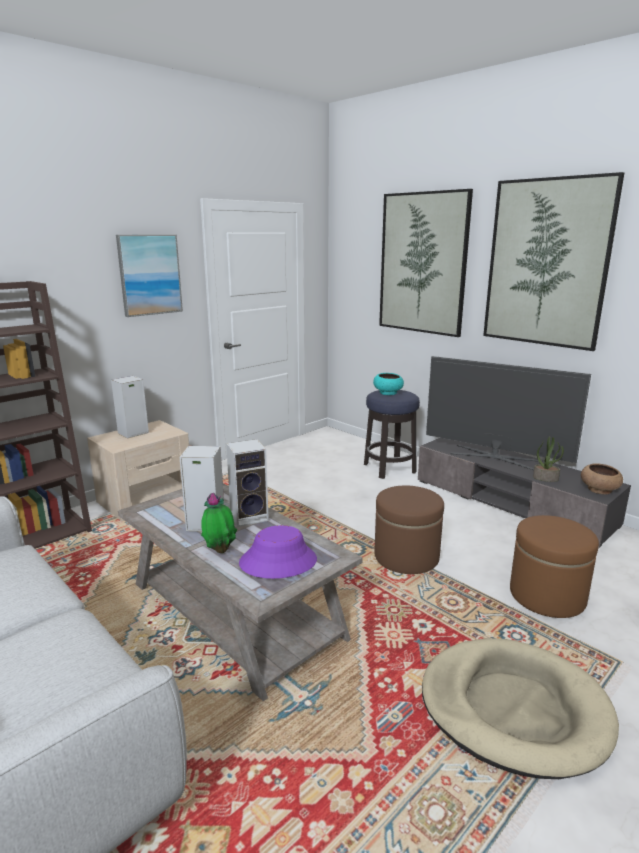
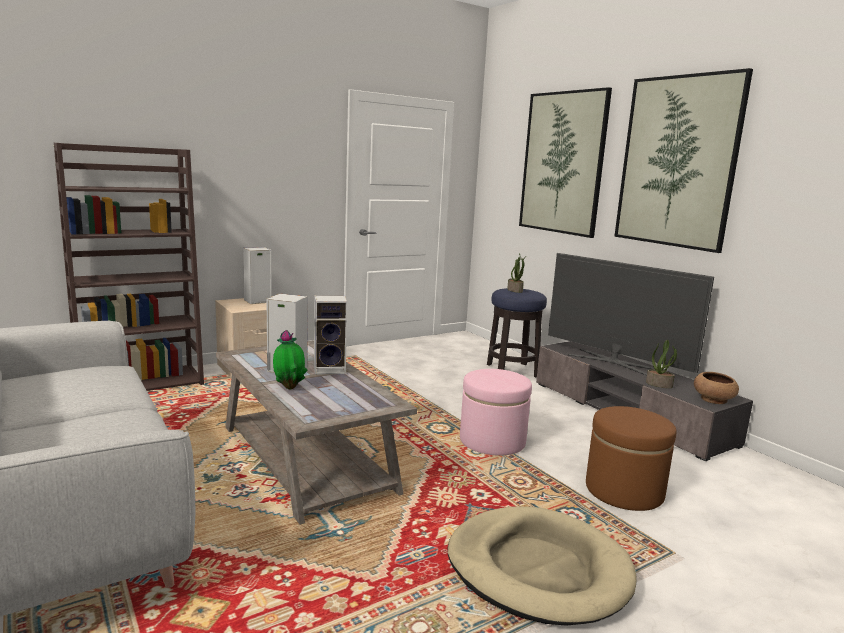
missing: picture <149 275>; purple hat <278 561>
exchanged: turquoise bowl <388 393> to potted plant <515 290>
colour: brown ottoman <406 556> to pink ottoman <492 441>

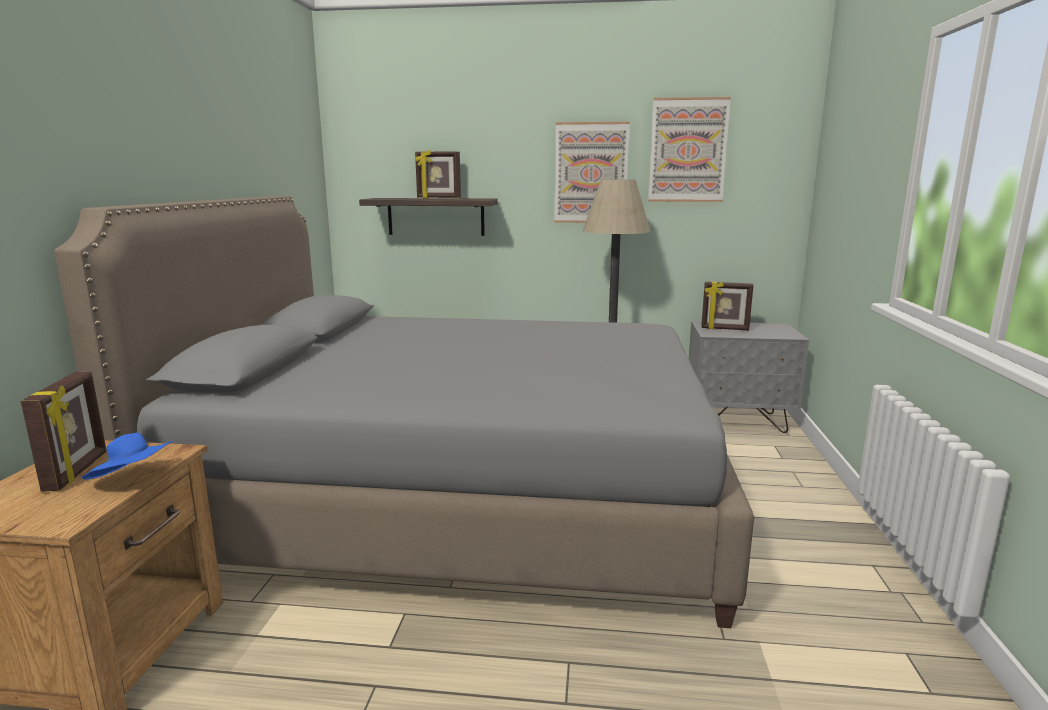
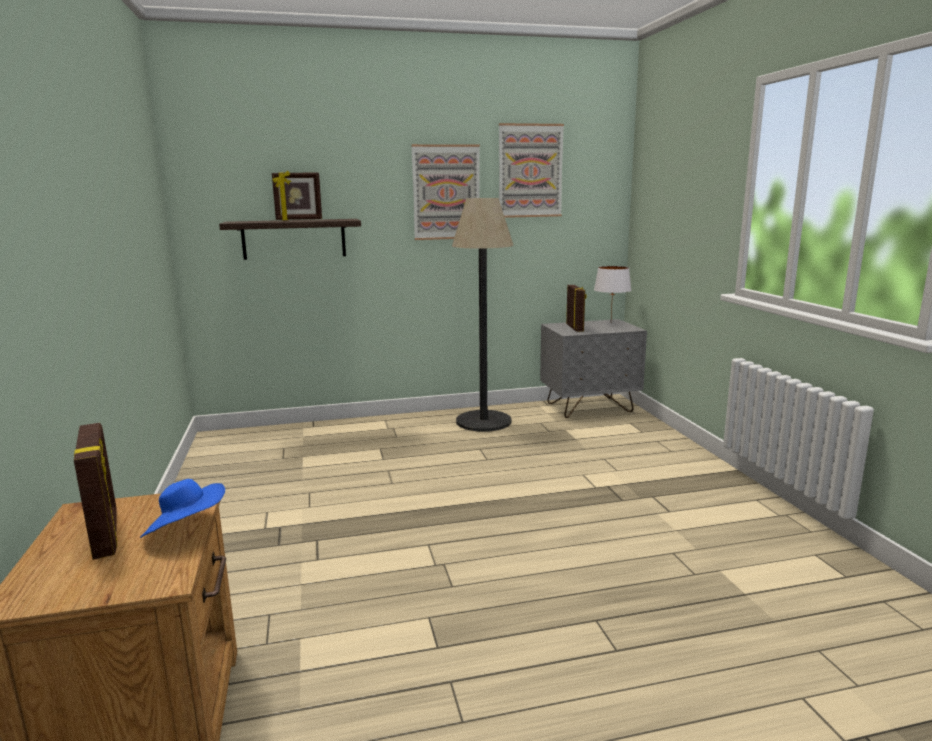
missing: grey bed <460 498>
appeared: white table lamp <610 322>
spun: picture frame <724 329> = <575 328> 90 degrees counterclockwise

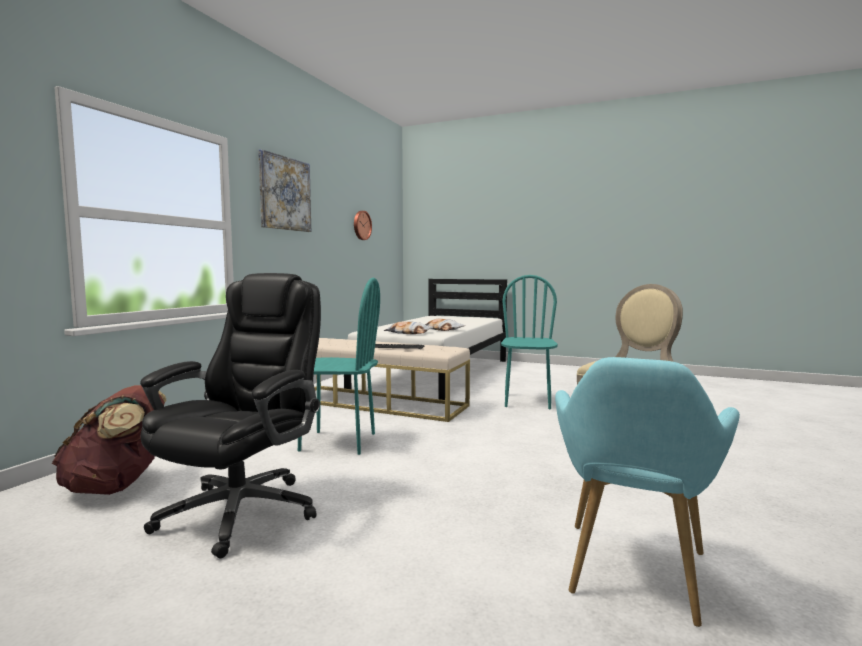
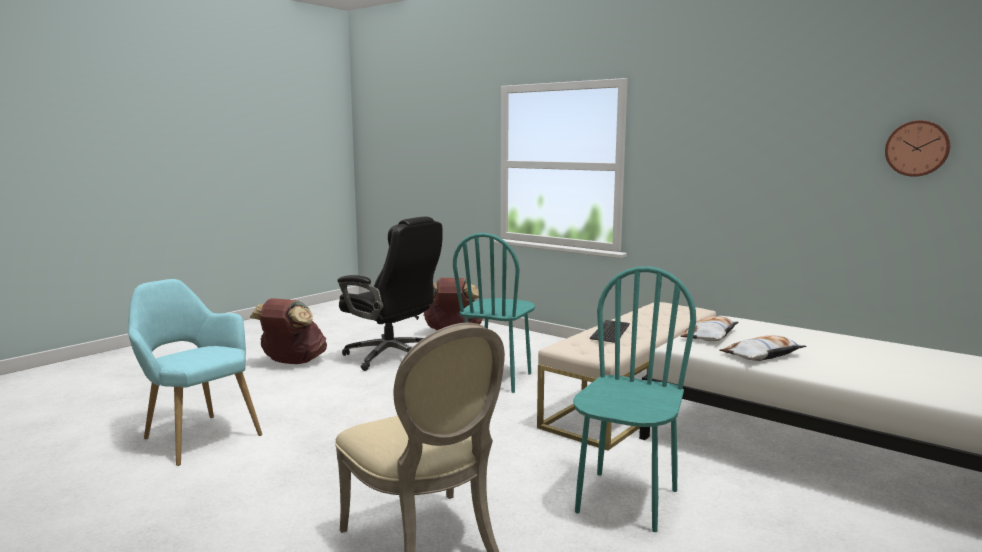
missing: picture <285 193>
appeared: brown backpack <292 362>
spun: turquoise chair <527 401> = <626 500> 90 degrees counterclockwise

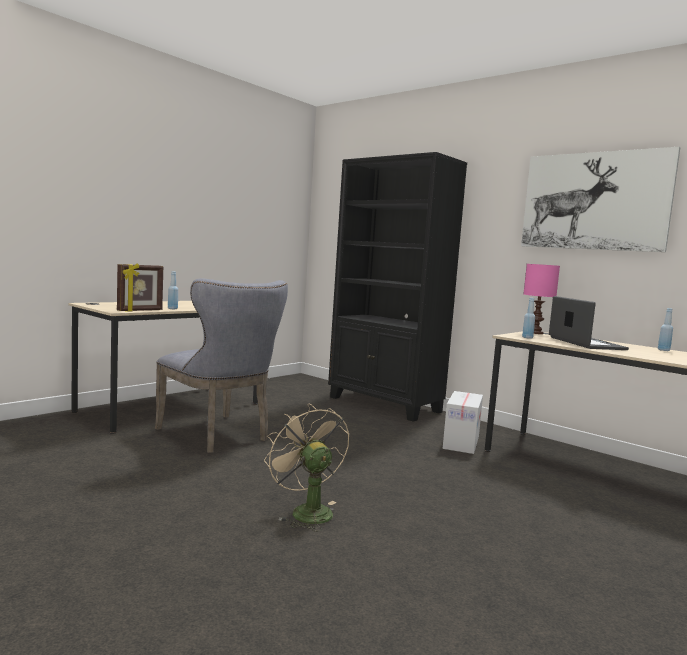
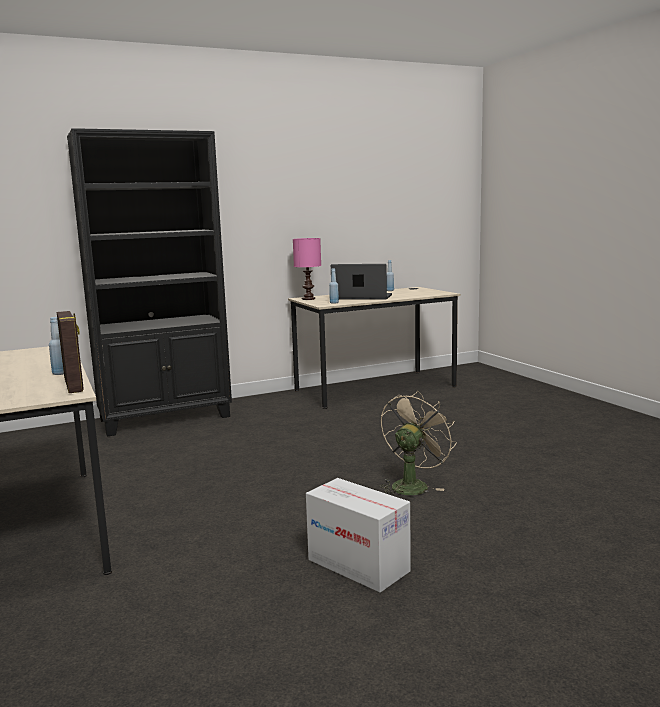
missing: grey chair <219 435>; picture <594 201>
relocated: cardboard box <461 442> to <358 565>
spun: beige fan <306 511> = <412 485> 135 degrees clockwise

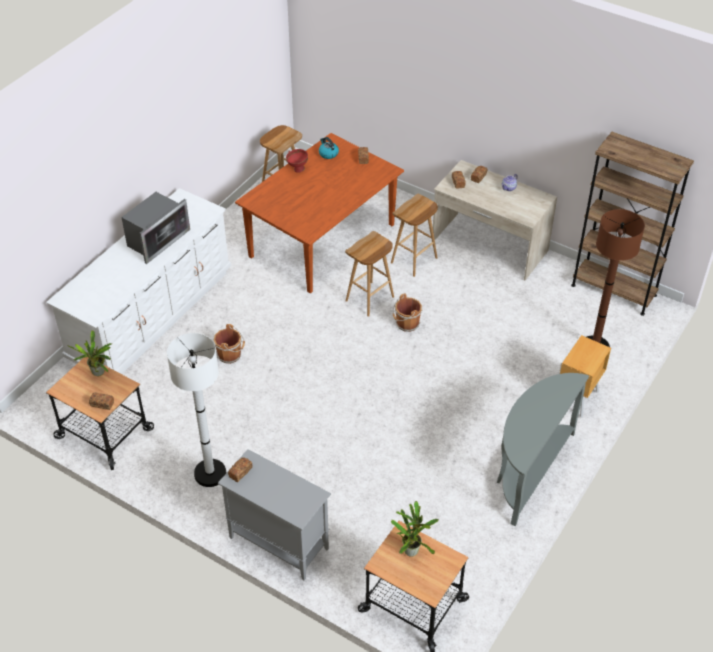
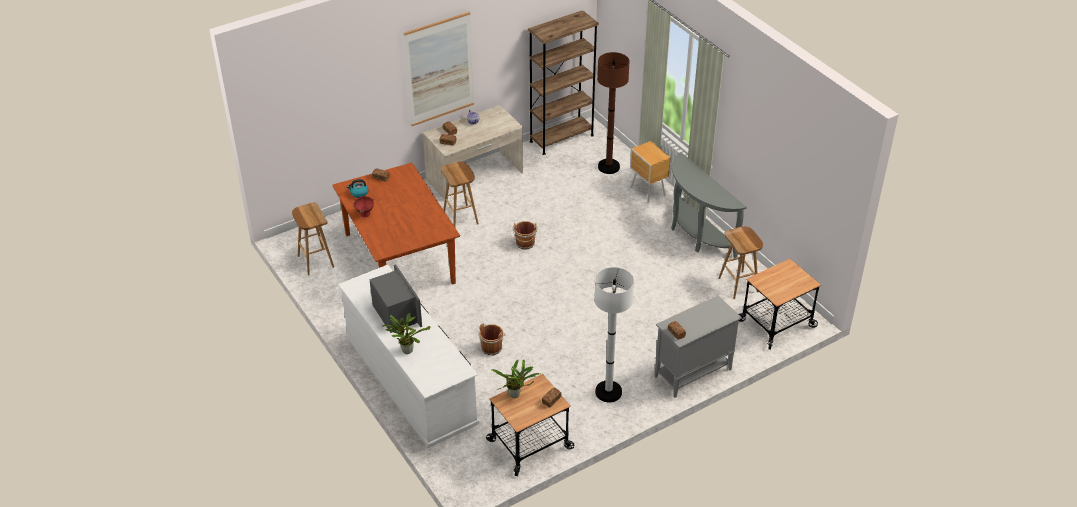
appeared: picture <439 69>
relocated: brown stool <369 299> to <738 285>; potted plant <412 549> to <406 350>

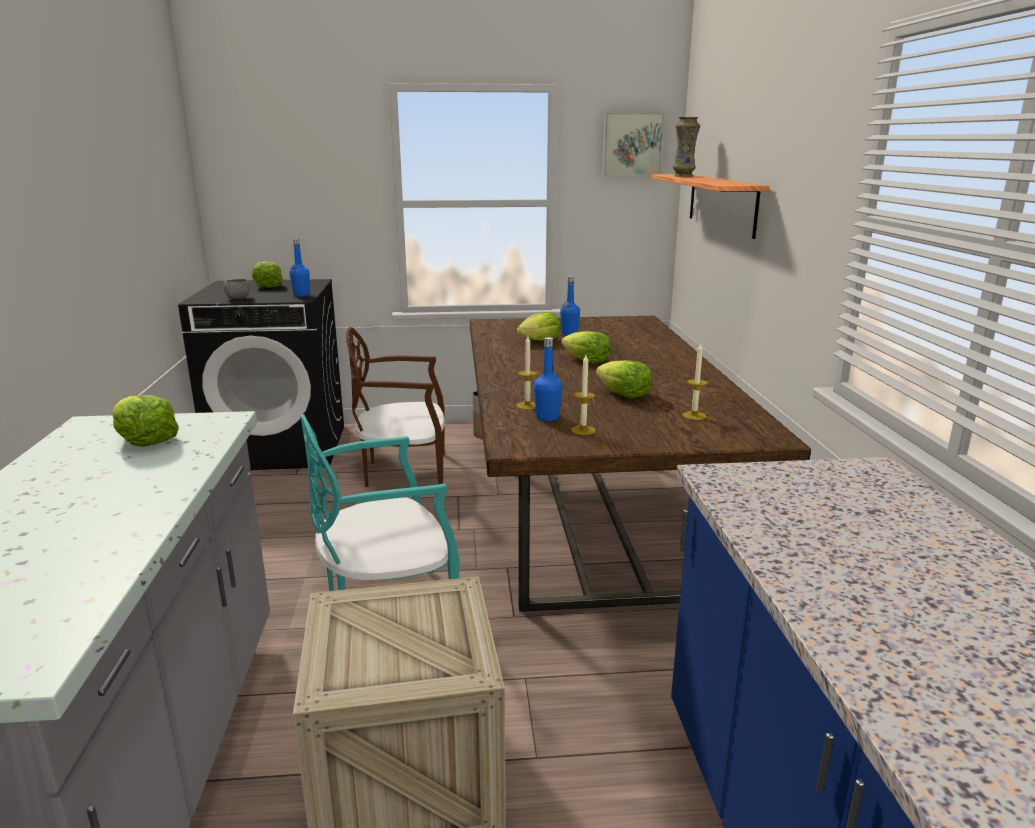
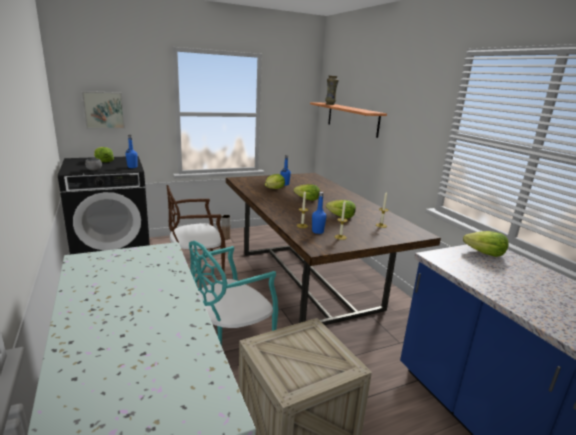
relocated: lettuce <145 440> to <485 253>; picture <632 144> to <104 110>

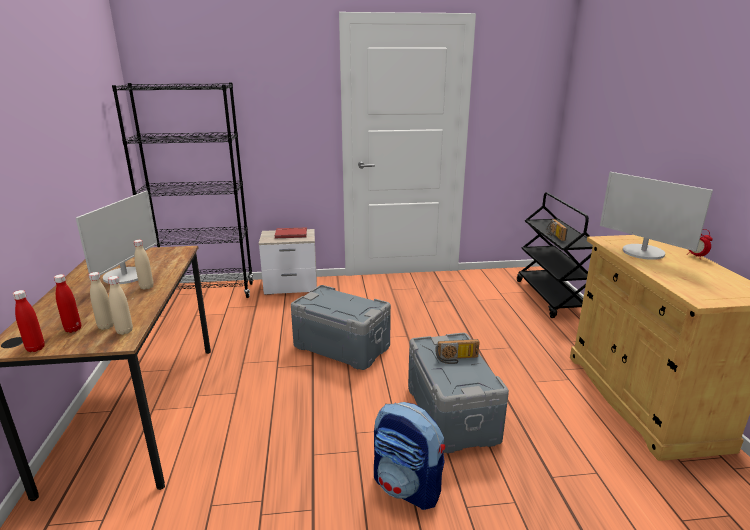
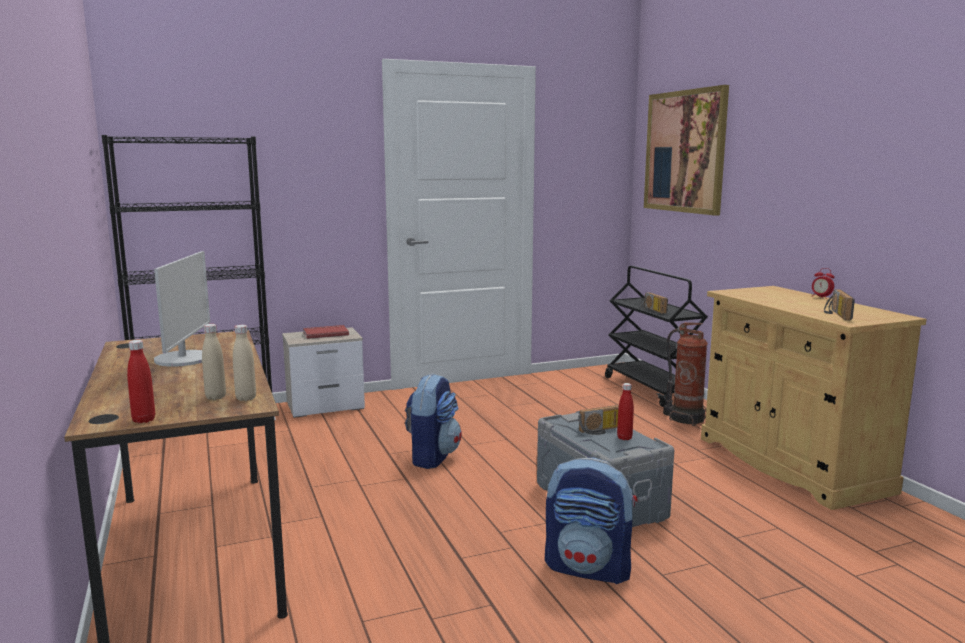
missing: beige bottle <147 287>; monitor <643 252>
appeared: picture <685 151>; fire extinguisher <685 418>; radio <835 314>
relocated: red bottle <73 329> to <624 438>
exchanged: grey storage box <342 346> to backpack <432 457>

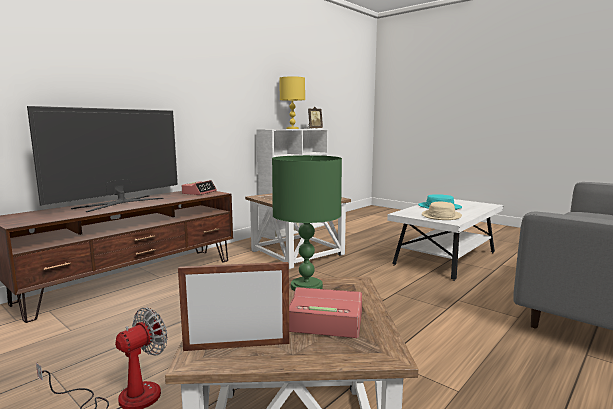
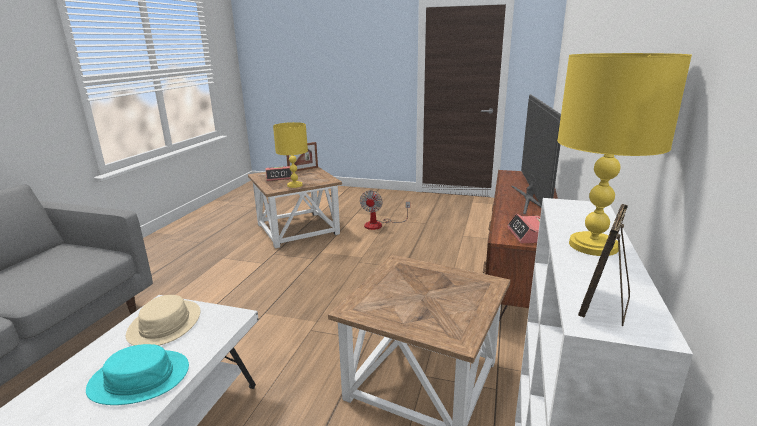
colour: green table lamp <307 286> to yellow table lamp <294 185>

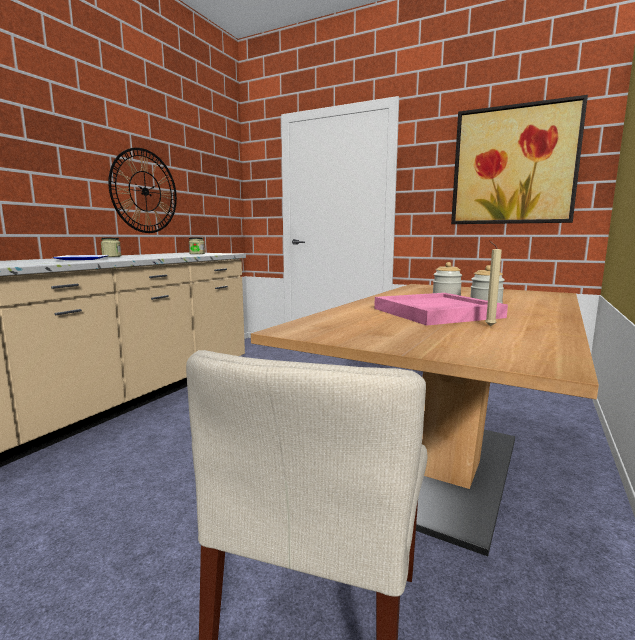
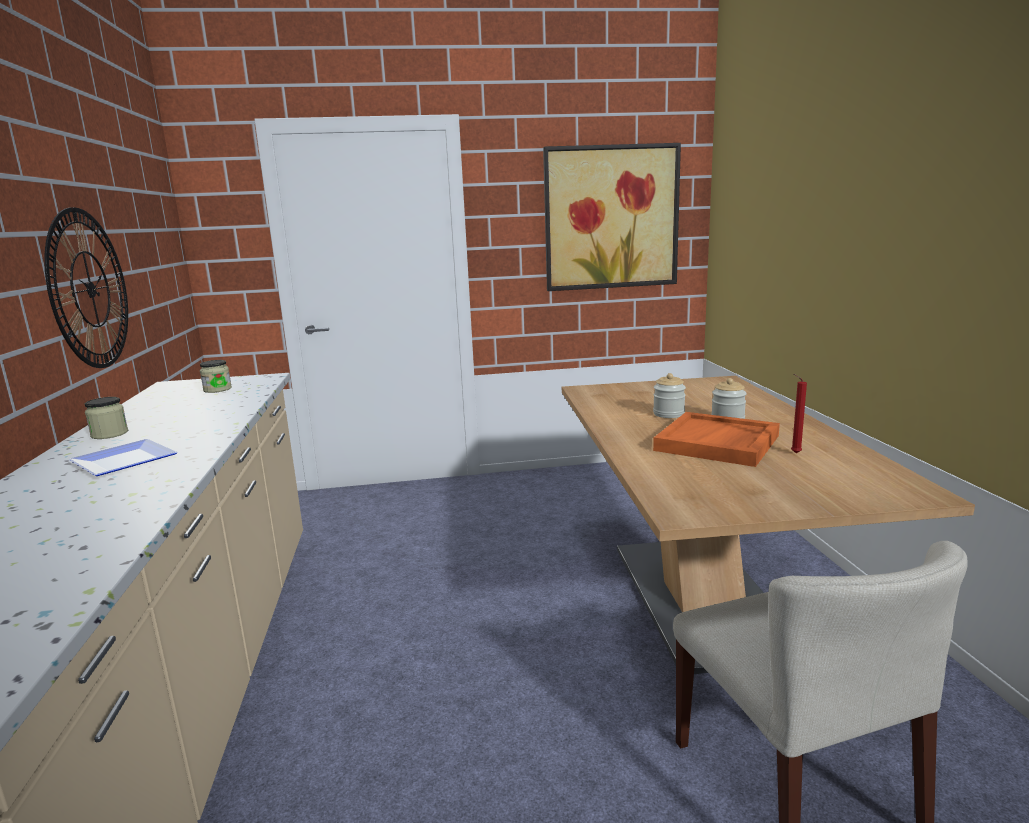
colour: pink tray <436 313> to orange tray <718 443>; beige candle <488 326> to red candle <794 453>

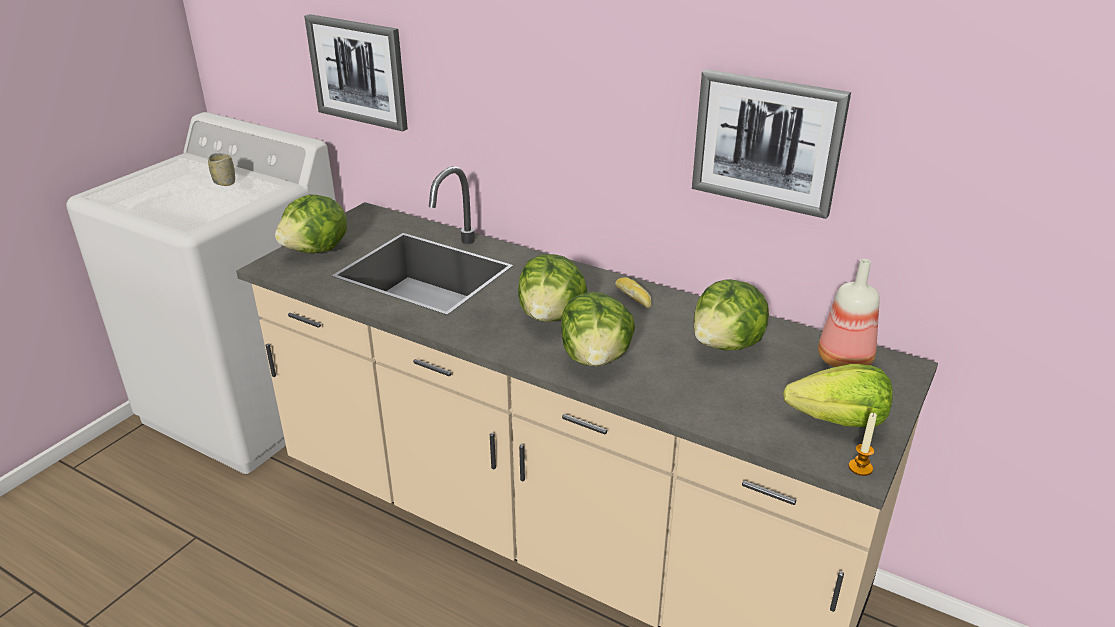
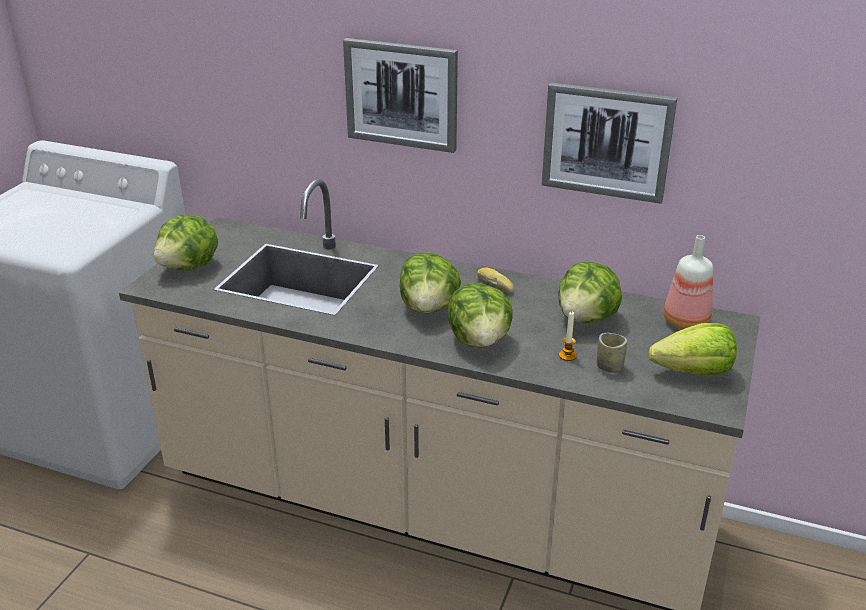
relocated: cup <224 182> to <609 367>; picture <358 71> to <402 94>; candle <860 468> to <567 355>

